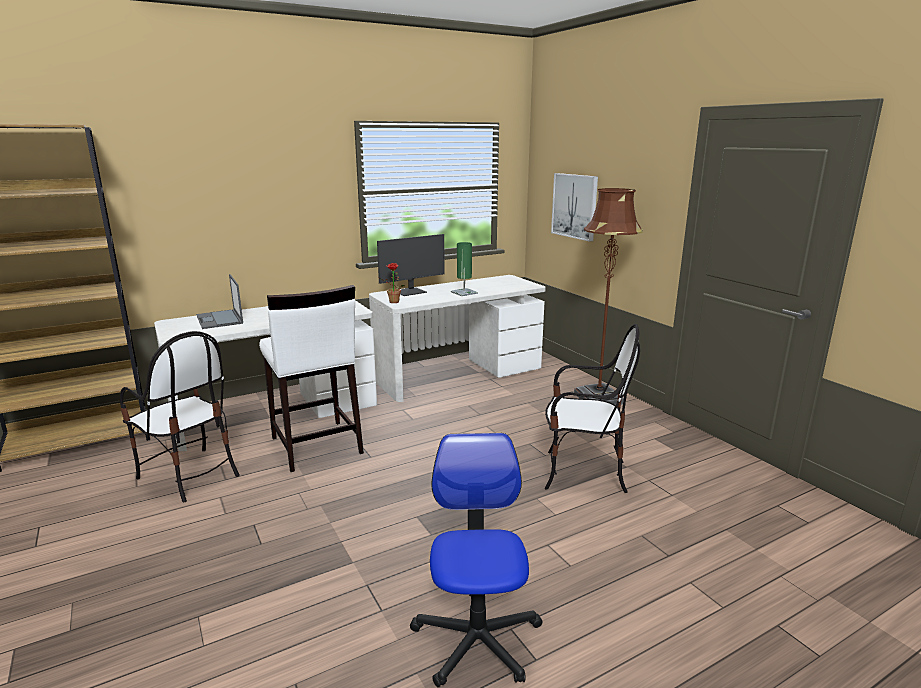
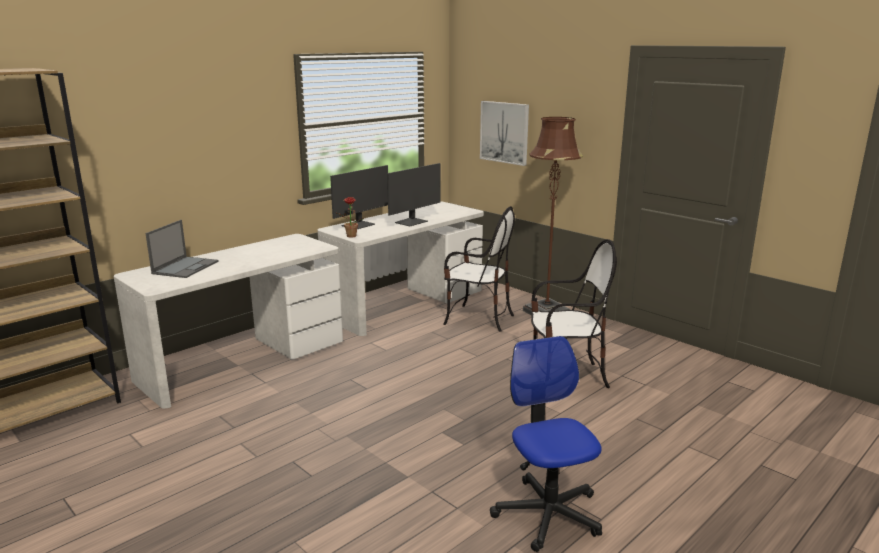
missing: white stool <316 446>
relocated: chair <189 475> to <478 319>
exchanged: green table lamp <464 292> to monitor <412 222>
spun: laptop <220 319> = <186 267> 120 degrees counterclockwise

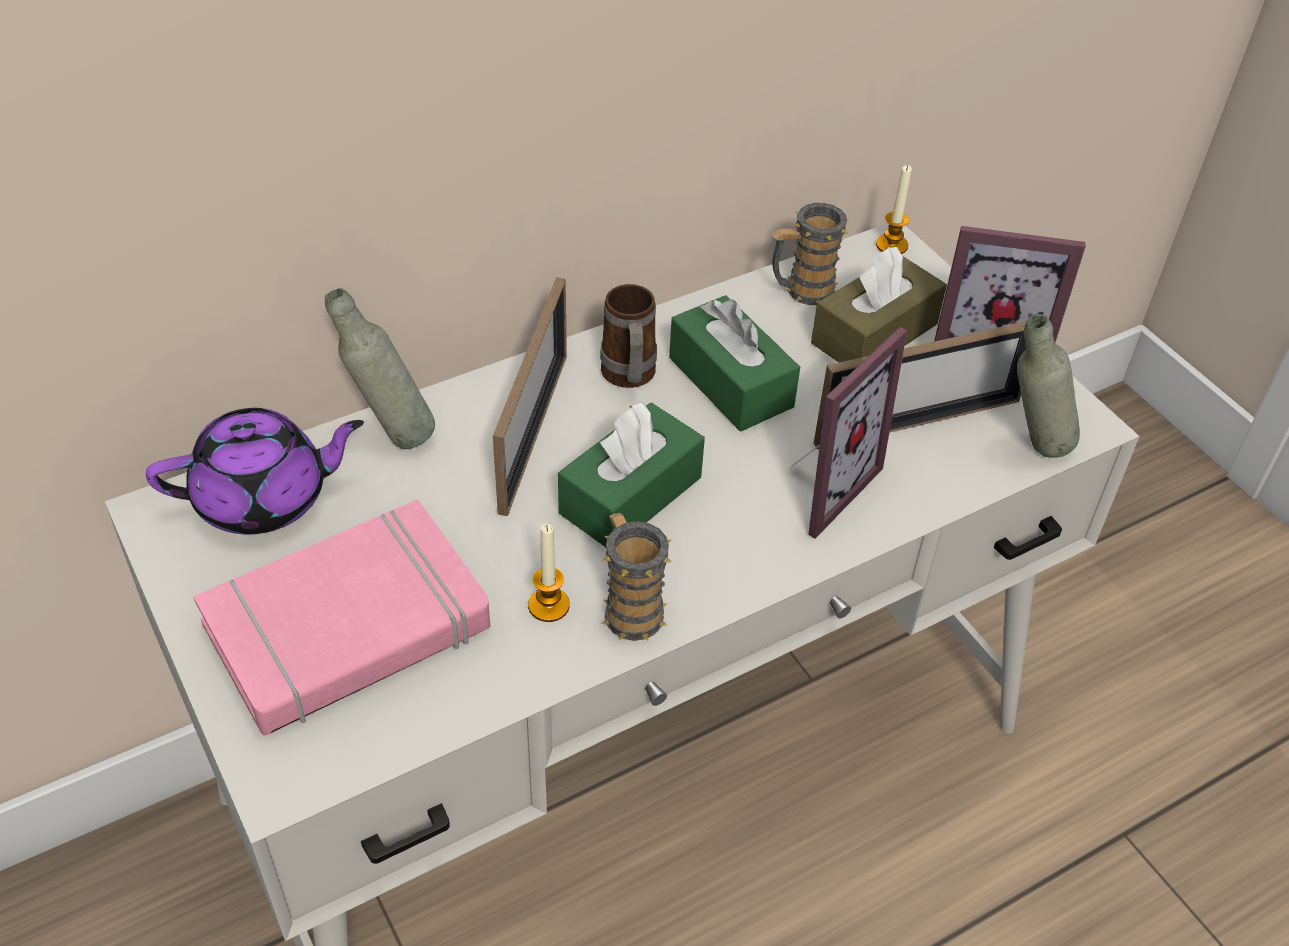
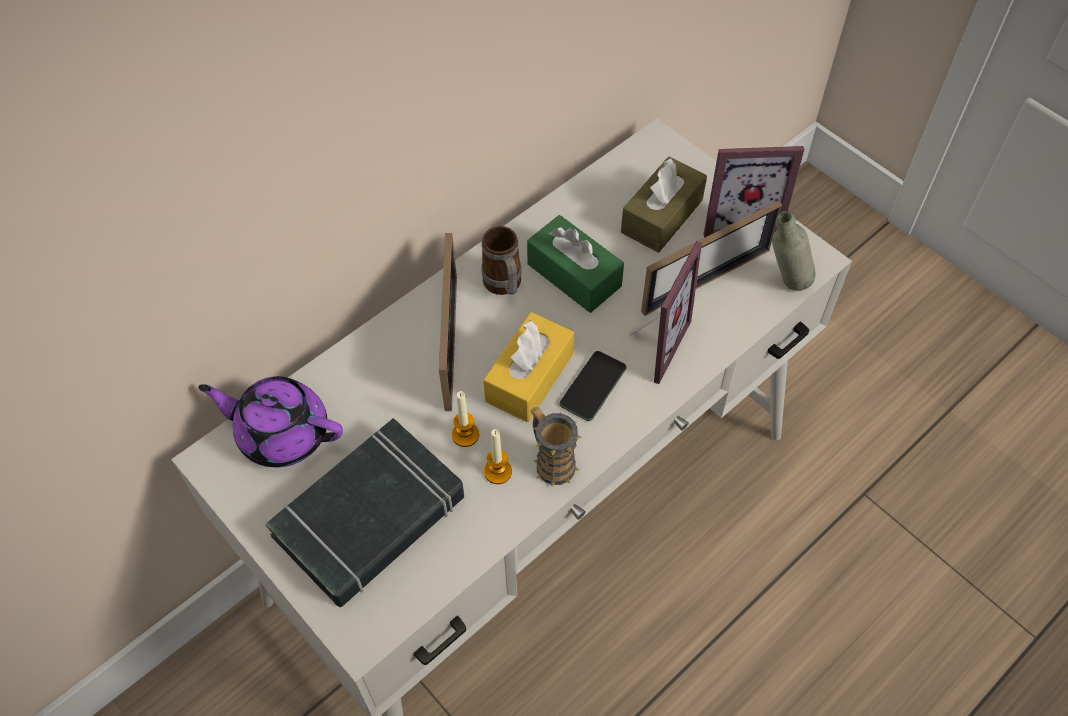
missing: grey bottle <391 436>; mug <801 291>
appeared: phone <593 386>
relocated: candle <891 245> to <465 435>
colour: pink book <348 628> to black book <370 518>; green tissue box <630 495> to yellow tissue box <529 377>
spun: purple teapot <264 498> = <282 433> 135 degrees counterclockwise

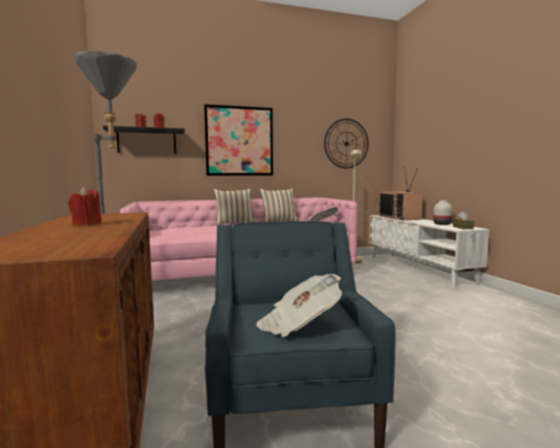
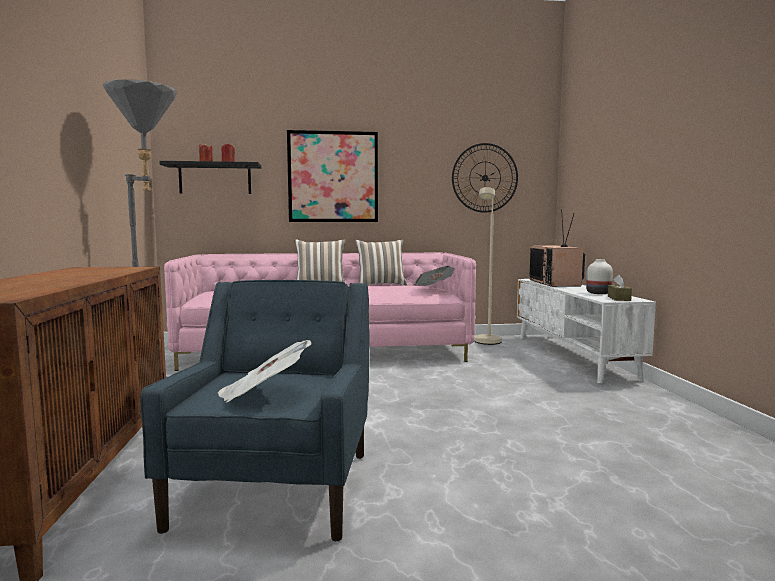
missing: red candle <86 224>

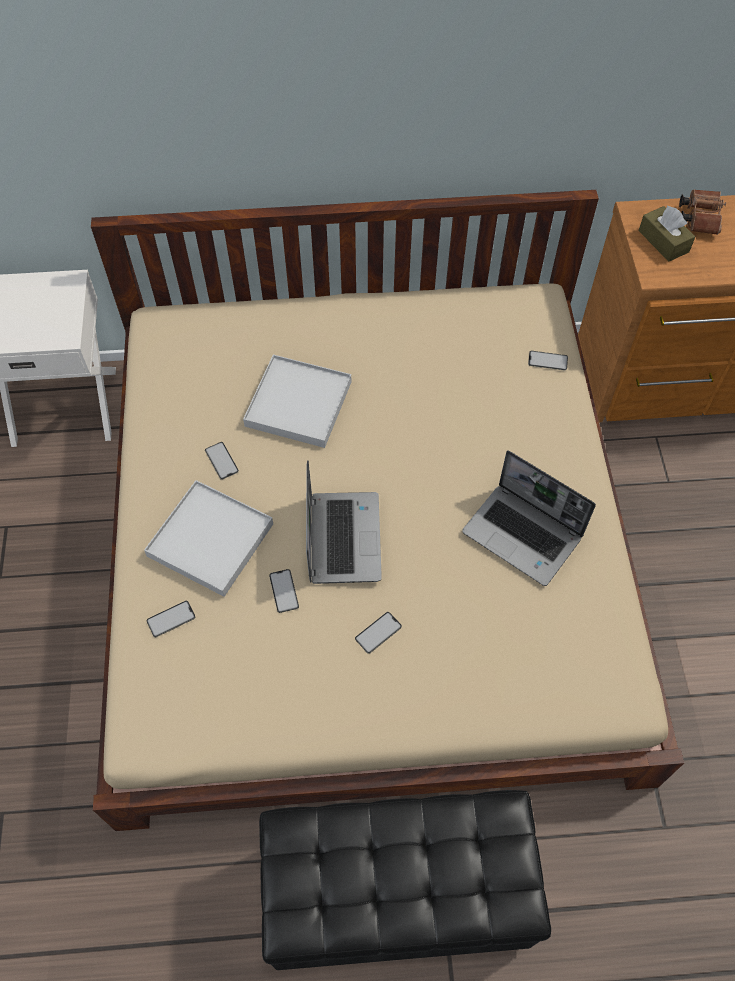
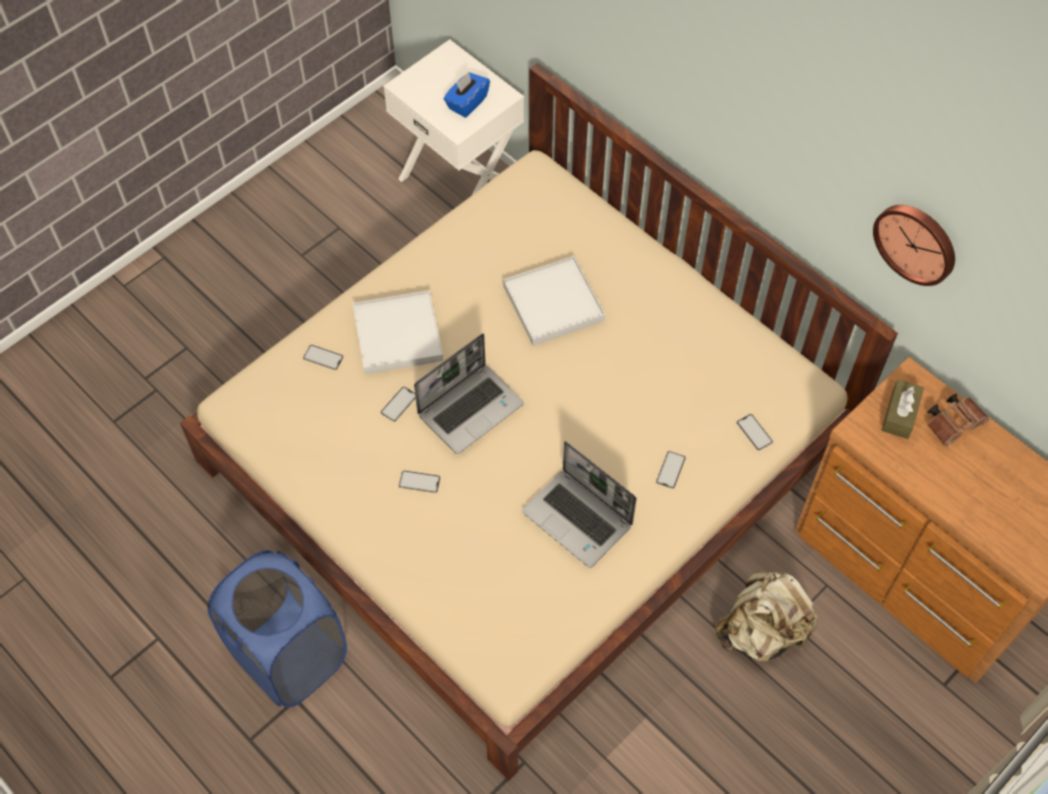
appeared: blue tissue box <467 103>; beige backpack <762 631>; wall clock <916 242>
relocated: phone <221 461> to <670 470>
exchanged: black ottoman <397 892> to blue laundry basket <290 656>
spun: laptop <523 535> = <579 519> 45 degrees counterclockwise

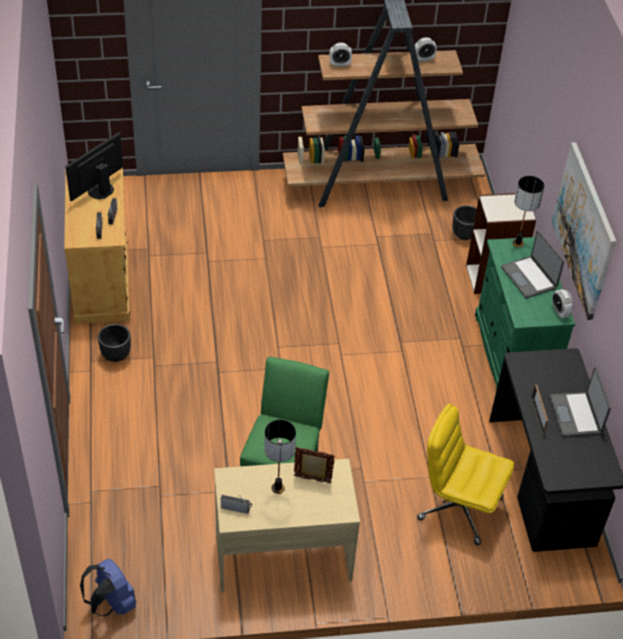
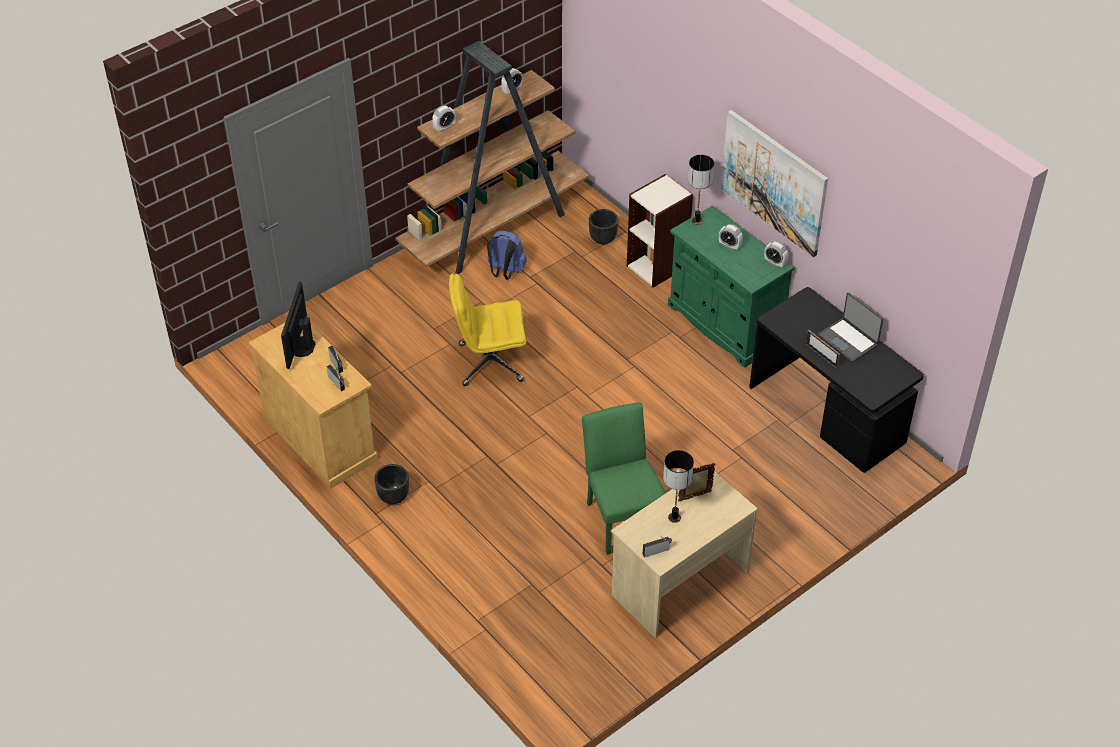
relocated: blue backpack <111 603> to <505 272>; yellow office chair <458 508> to <489 363>
exchanged: laptop <529 277> to alarm clock <729 246>

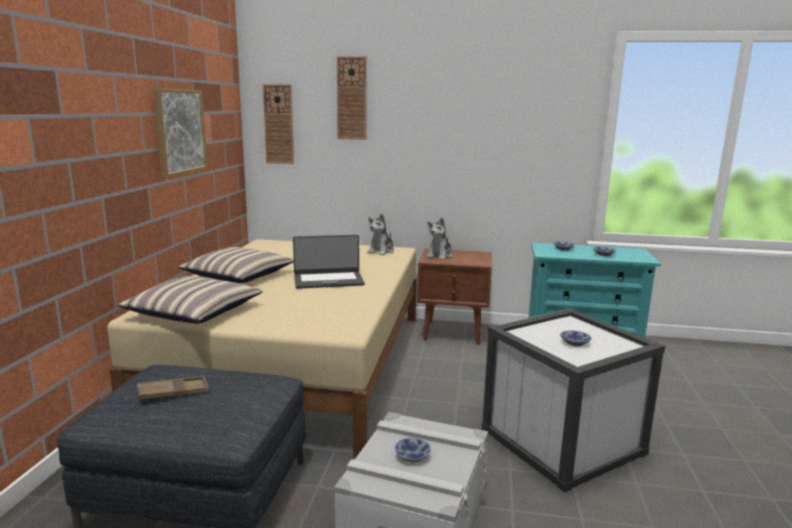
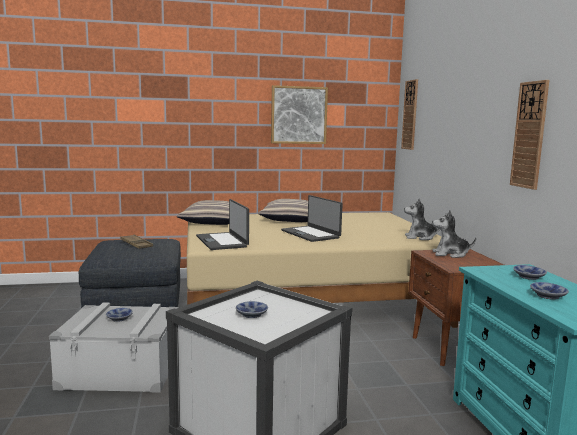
appeared: laptop <222 241>
relocated: wall clock <352 98> to <529 135>

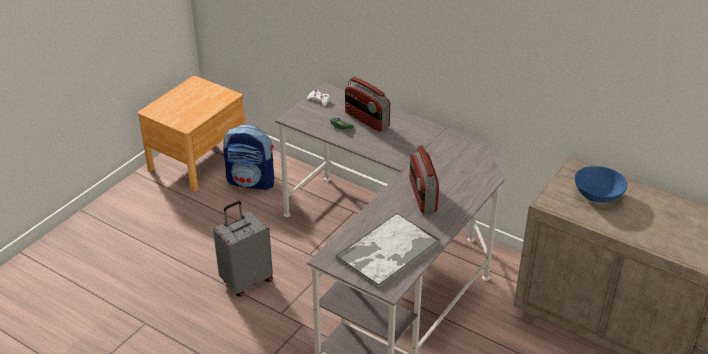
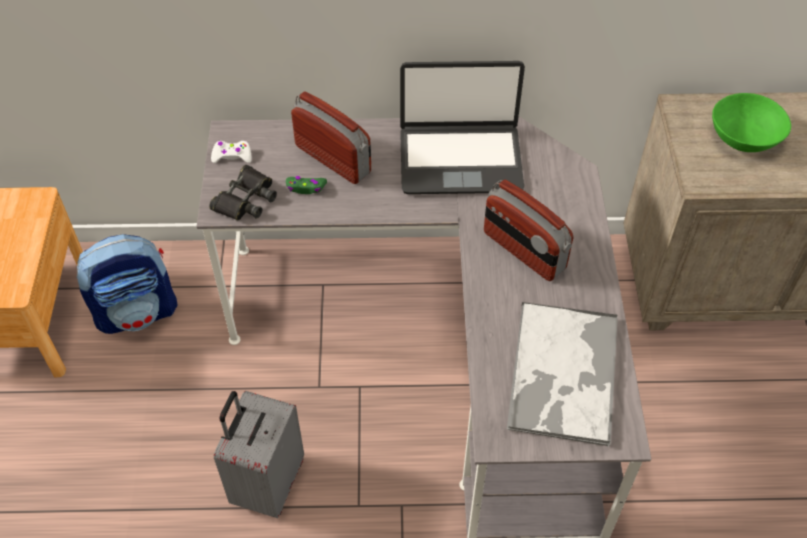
appeared: black binoculars <246 199>; laptop <460 159>
colour: blue bowl <597 195> to green bowl <744 139>
spun: radio <366 120> = <333 159> 150 degrees counterclockwise

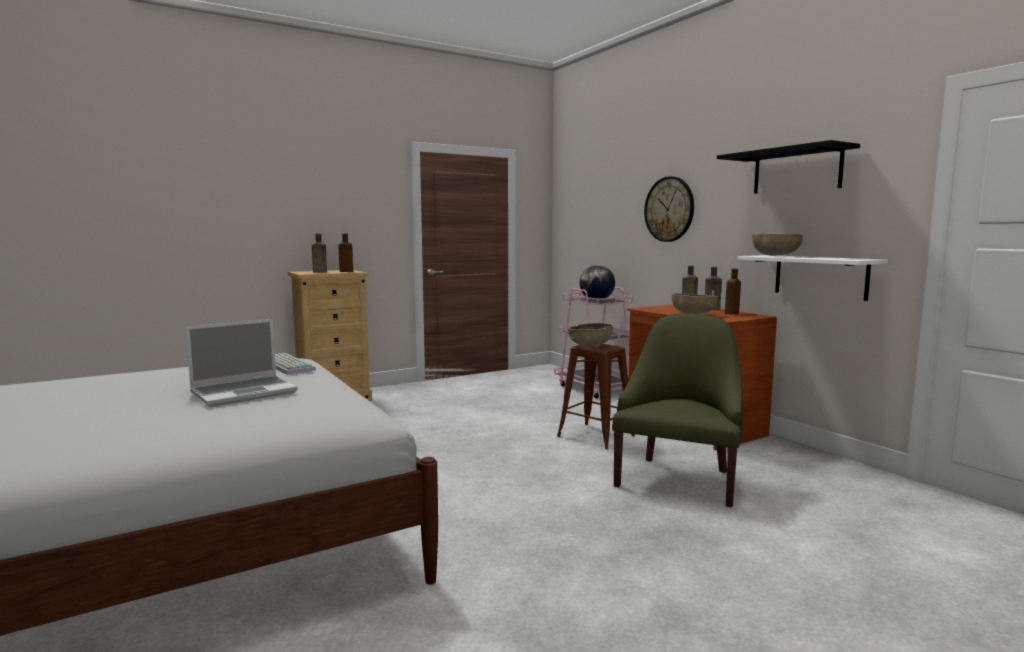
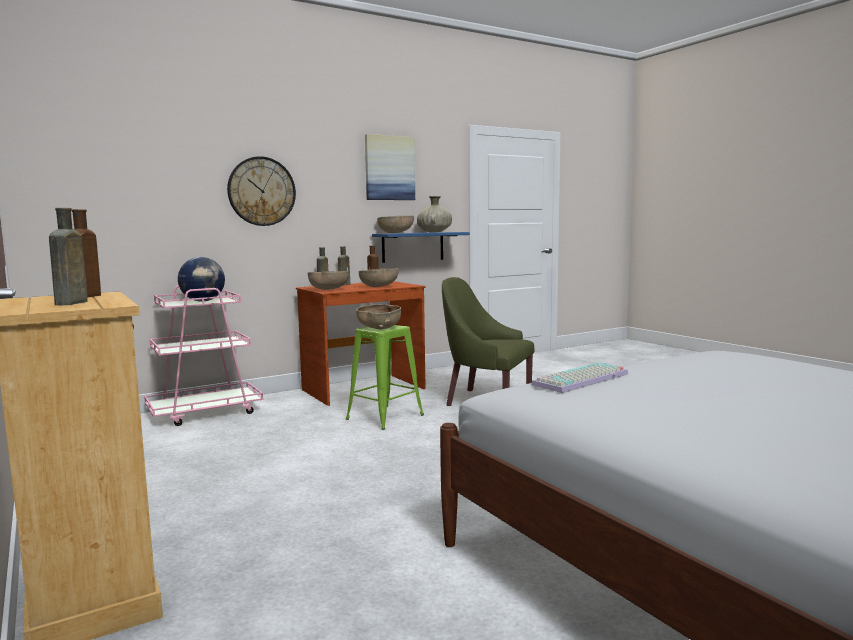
missing: laptop <245 392>
appeared: brown bowl <328 289>; beige vase <434 232>
exchanged: black shelf <796 171> to picture <389 168>
colour: brown stool <596 436> to green stool <385 417>; white shelf <820 276> to blue shelf <413 247>

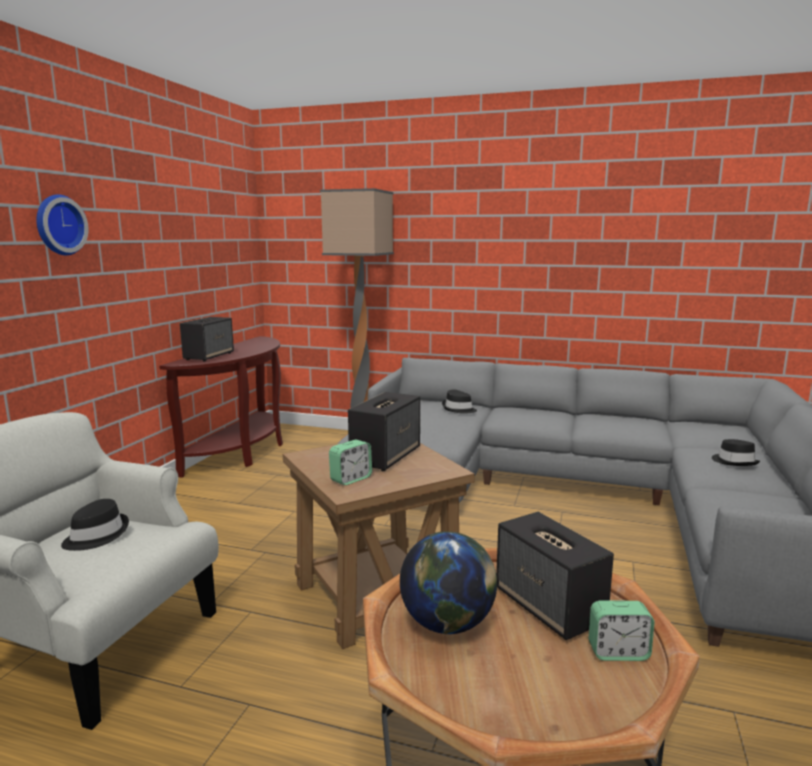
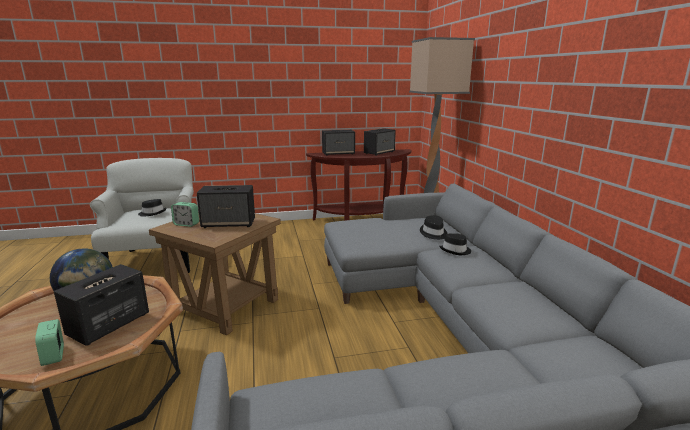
missing: wall clock <58 225>
appeared: speaker <379 153>
relocated: black hat <734 462> to <455 250>

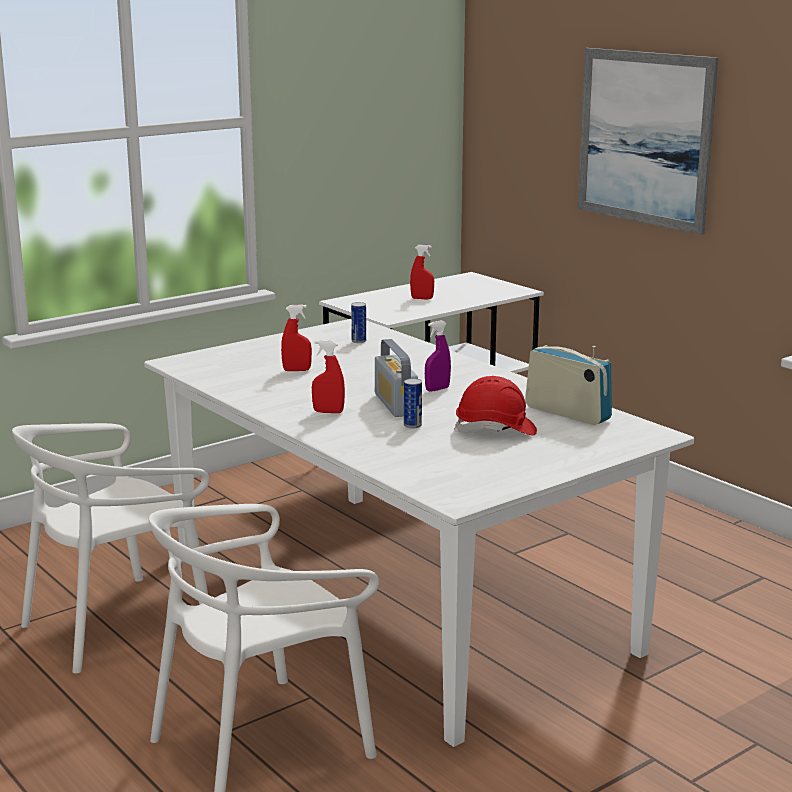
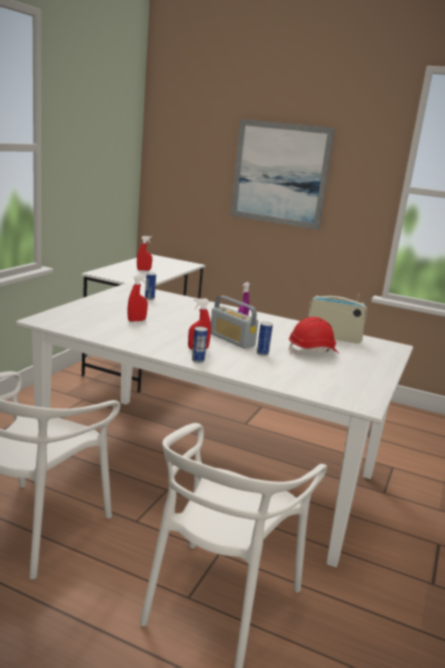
appeared: can <198 360>

